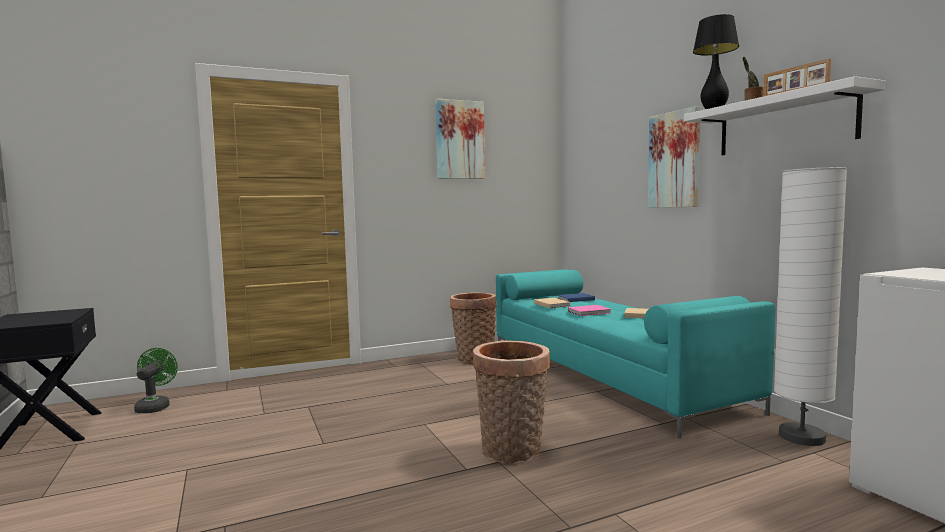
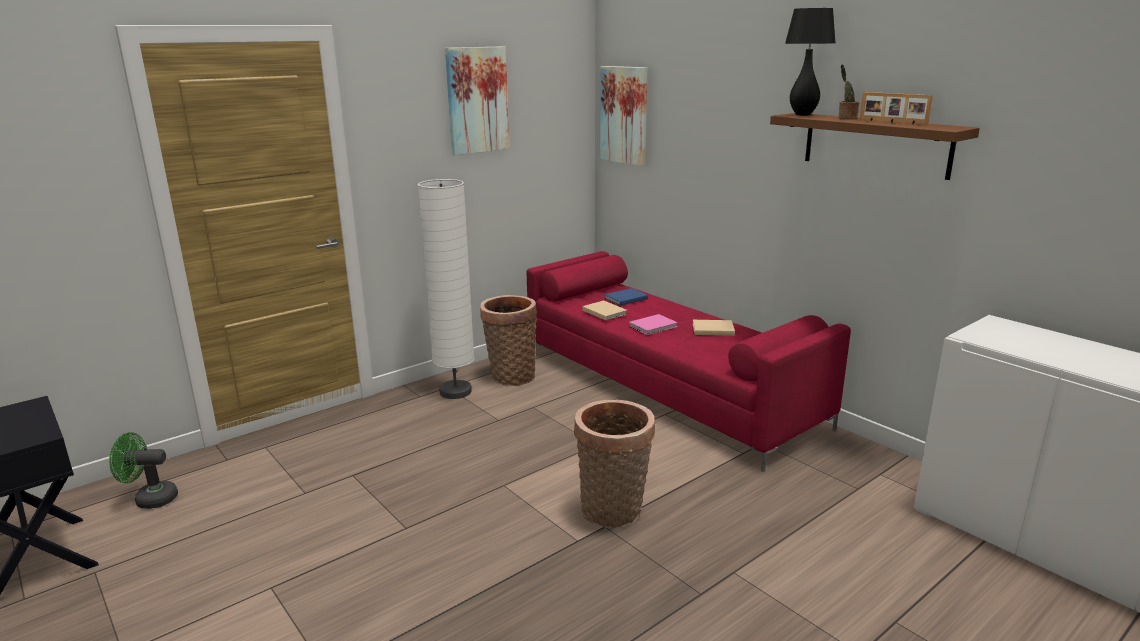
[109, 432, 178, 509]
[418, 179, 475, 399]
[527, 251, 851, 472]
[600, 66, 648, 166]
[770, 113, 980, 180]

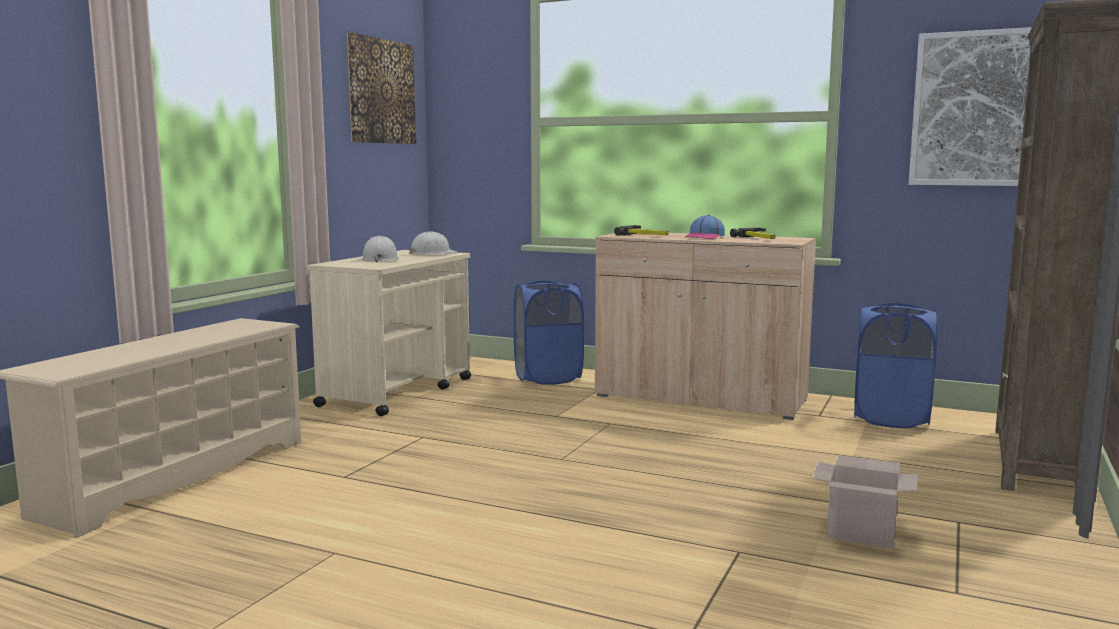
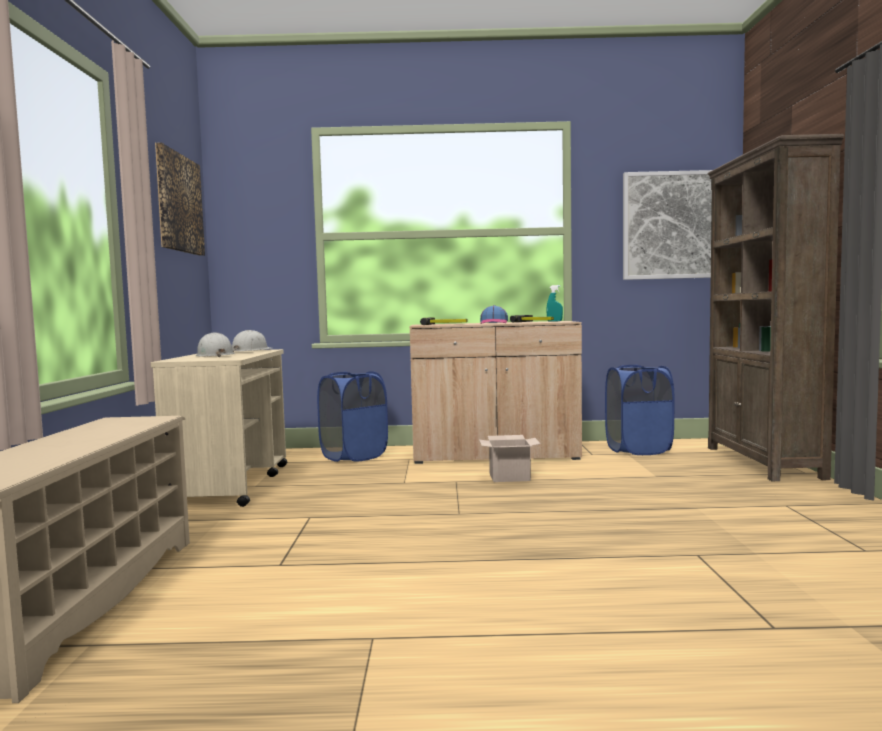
[479, 435, 541, 482]
[546, 285, 563, 322]

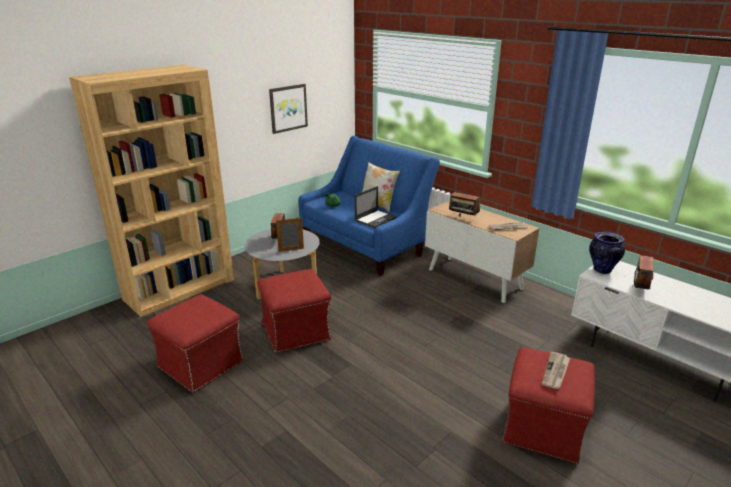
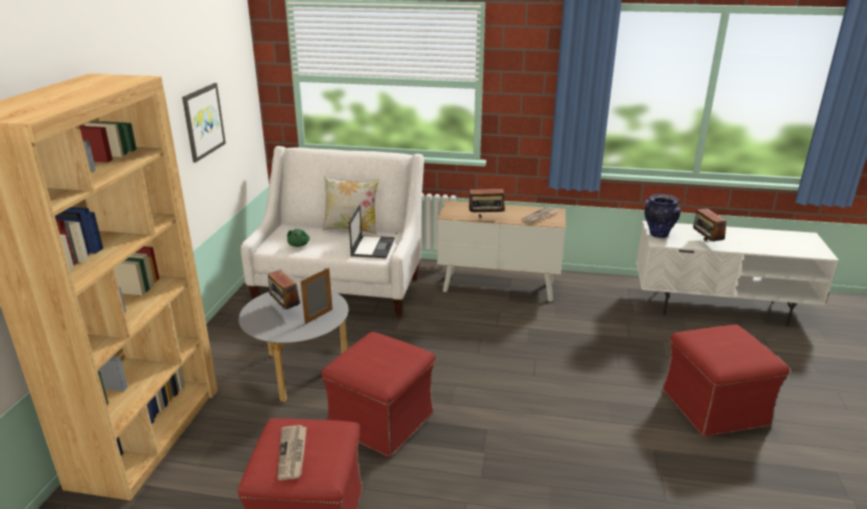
[241, 146, 424, 317]
[277, 425, 307, 480]

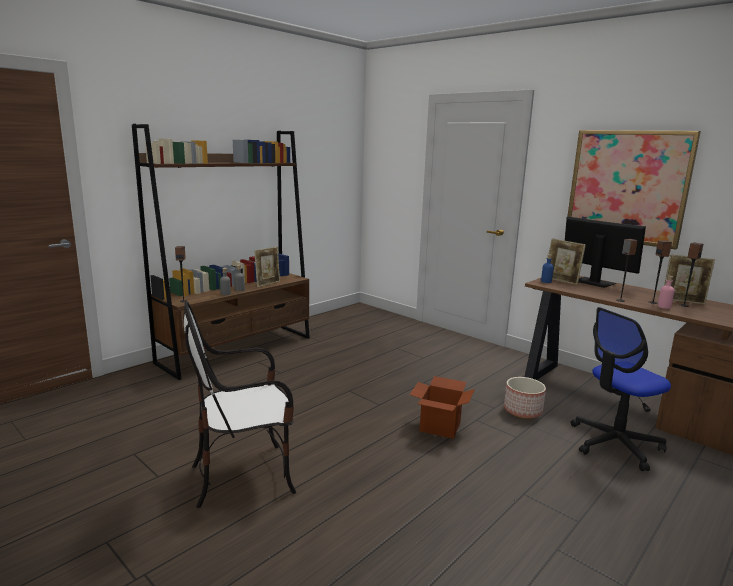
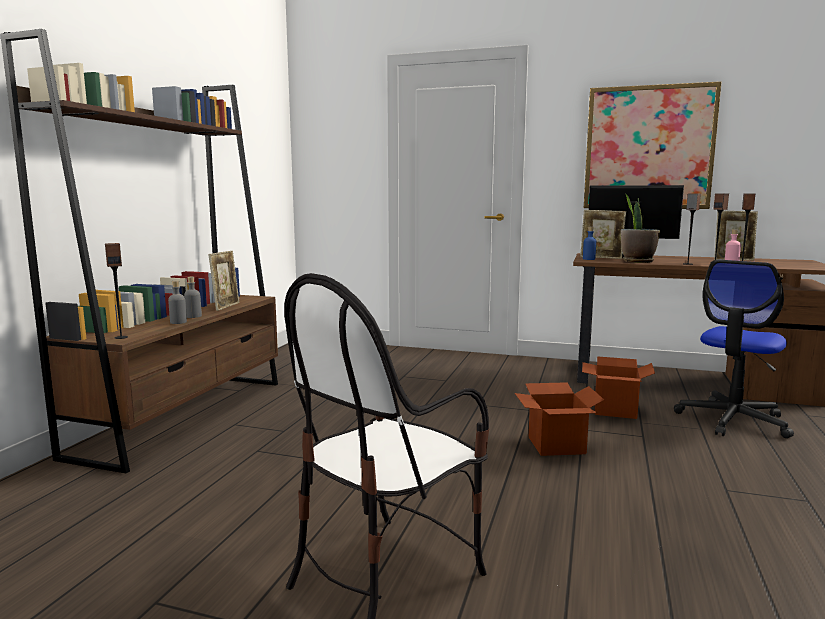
[582, 356, 655, 419]
[621, 194, 660, 263]

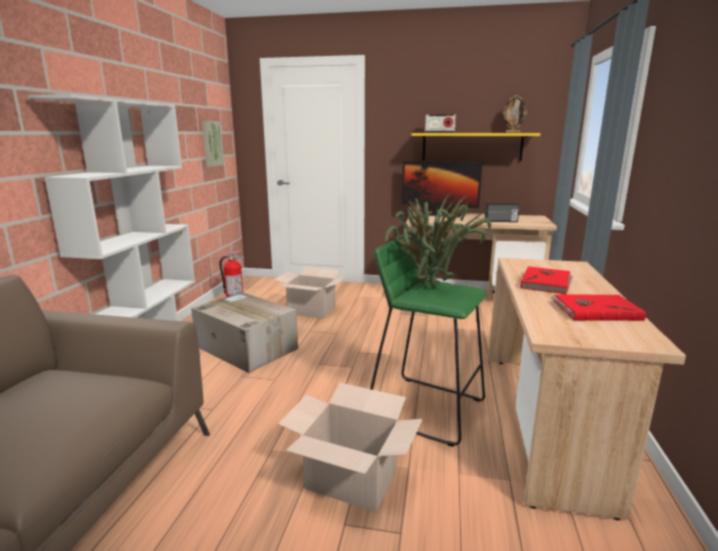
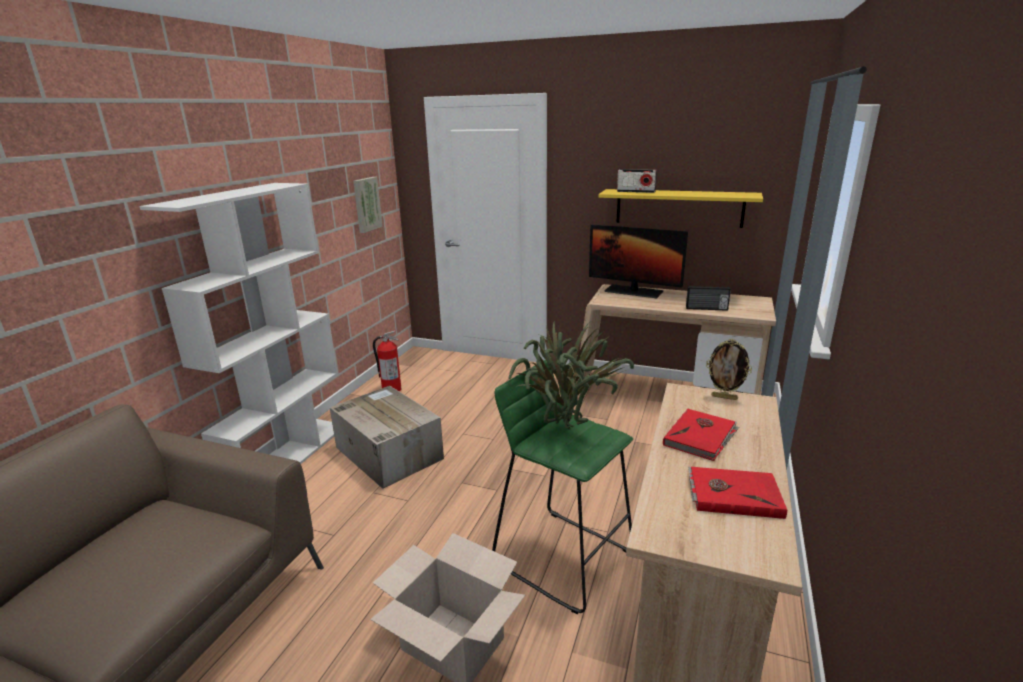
[706, 339, 752, 400]
[274, 267, 347, 319] (first image)

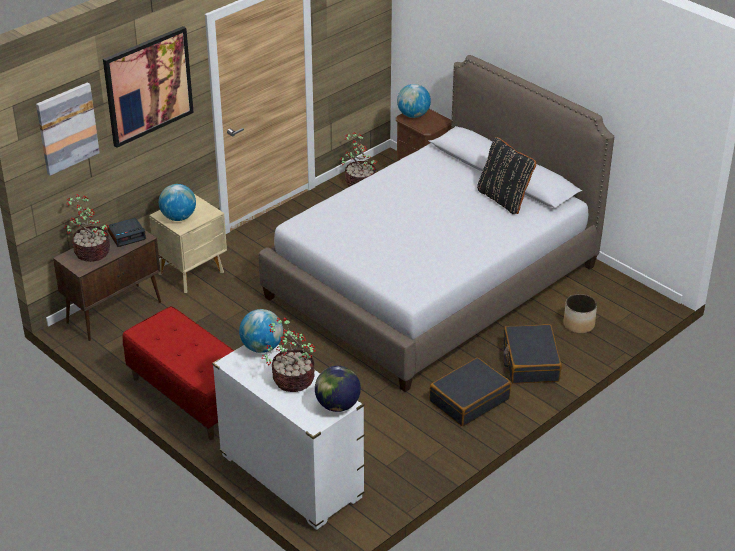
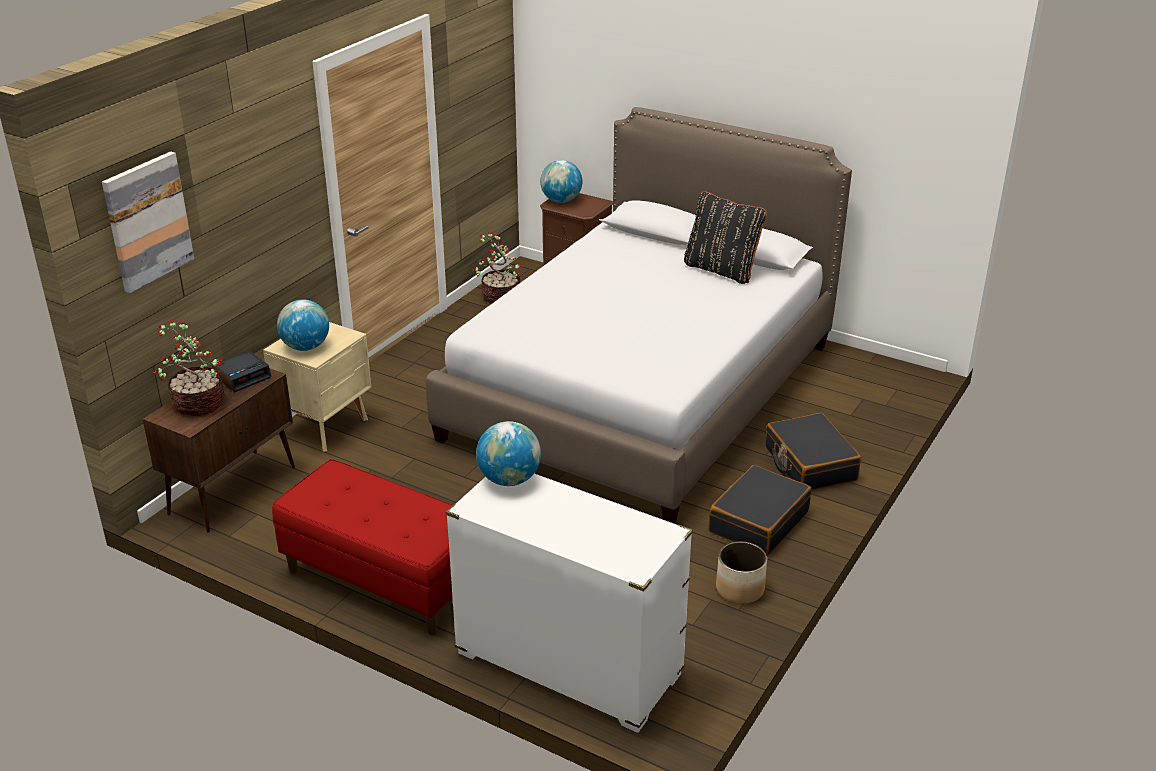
[716, 541, 767, 604]
[103, 26, 194, 148] (first image)
[262, 317, 316, 392] (first image)
[315, 366, 361, 412] (first image)

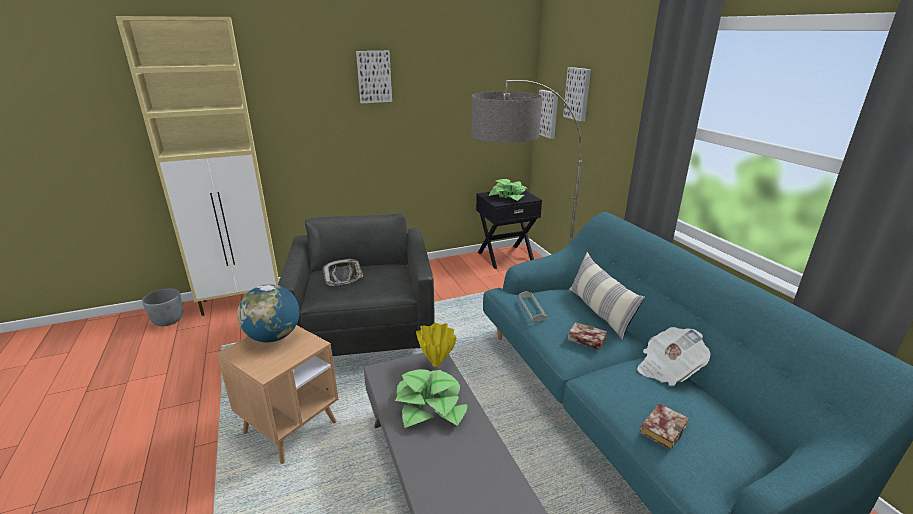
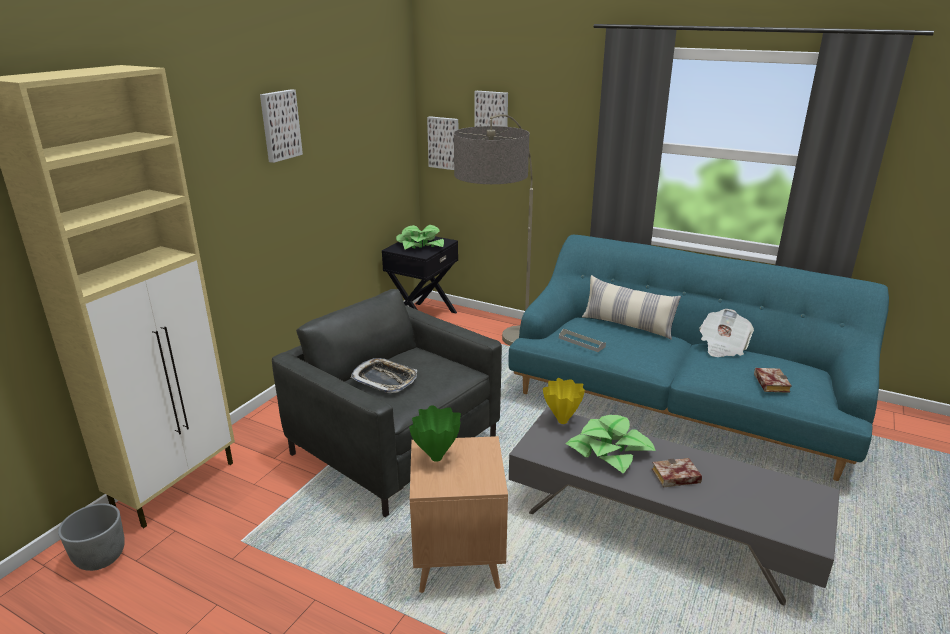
[409, 405, 461, 462]
[652, 458, 702, 488]

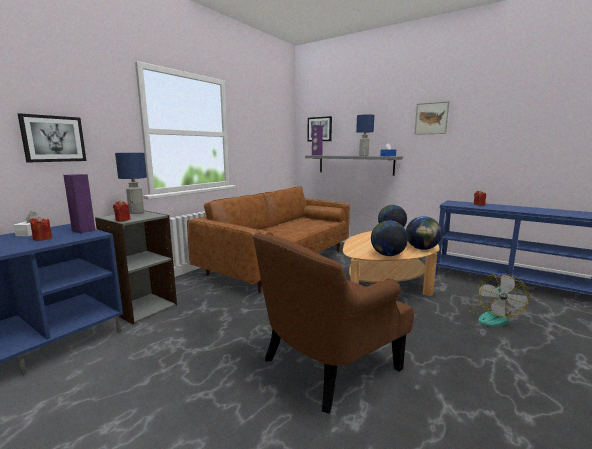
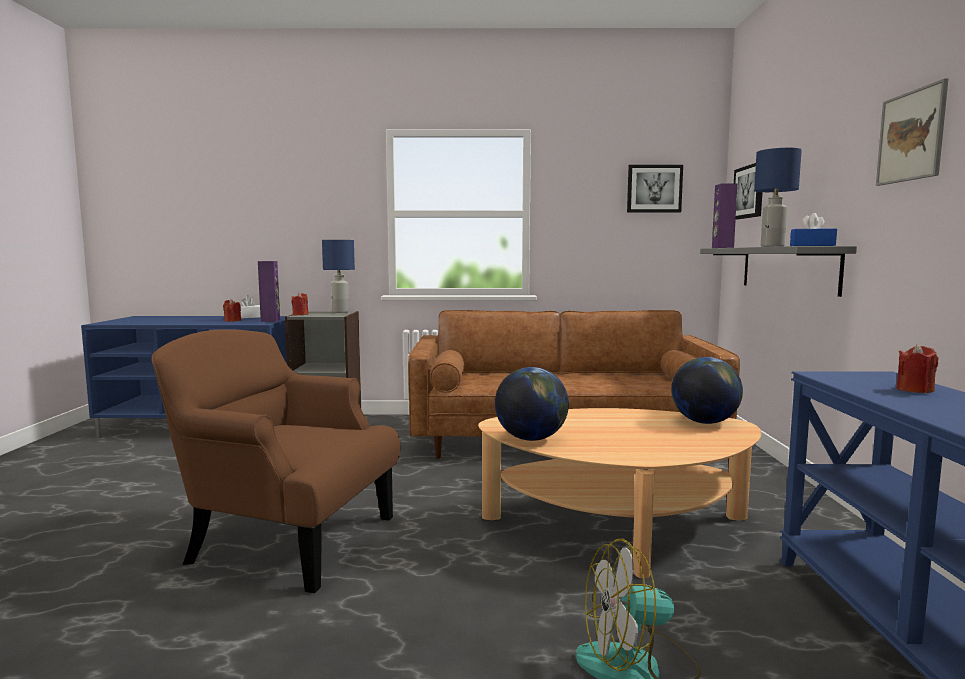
[627, 165, 683, 213]
[406, 216, 442, 250] (first image)

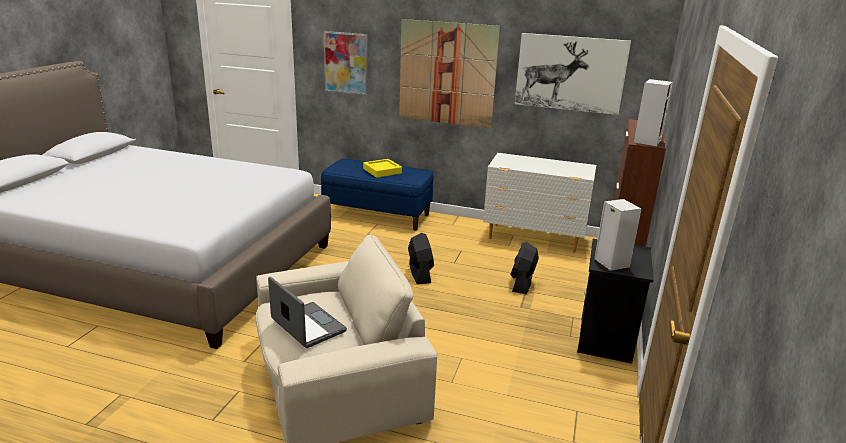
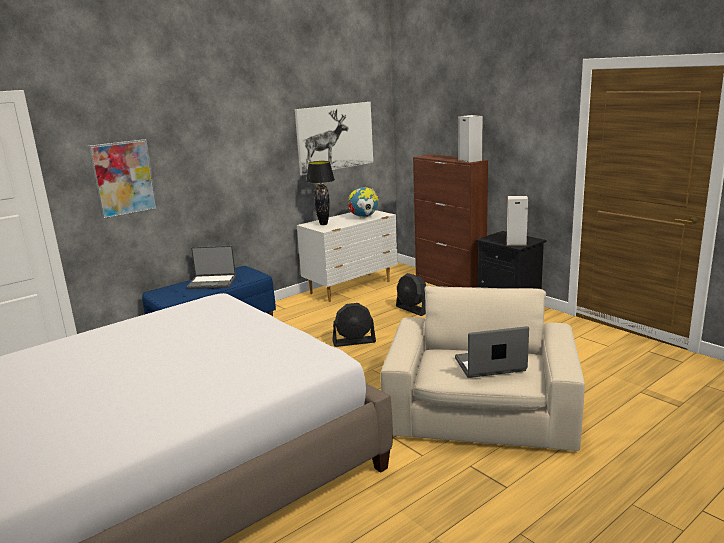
[187, 245, 236, 289]
[306, 161, 335, 225]
[332, 303, 376, 347]
[348, 187, 379, 218]
[399, 19, 500, 128] (first image)

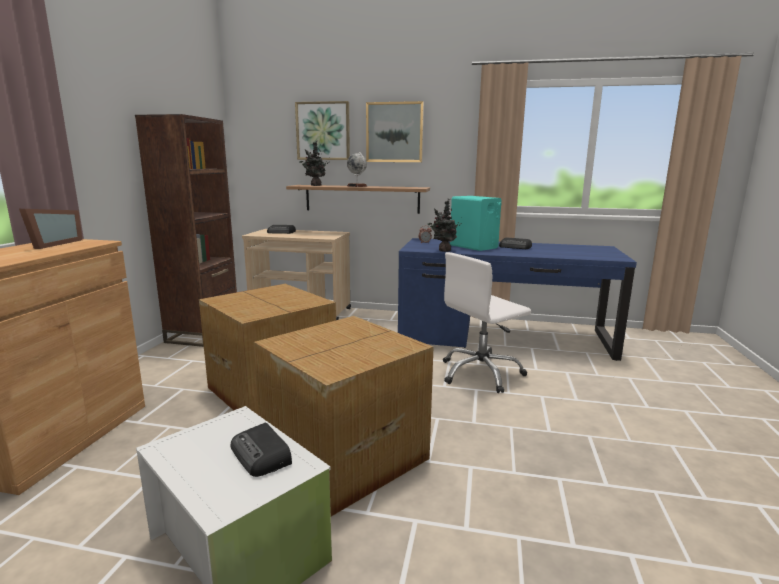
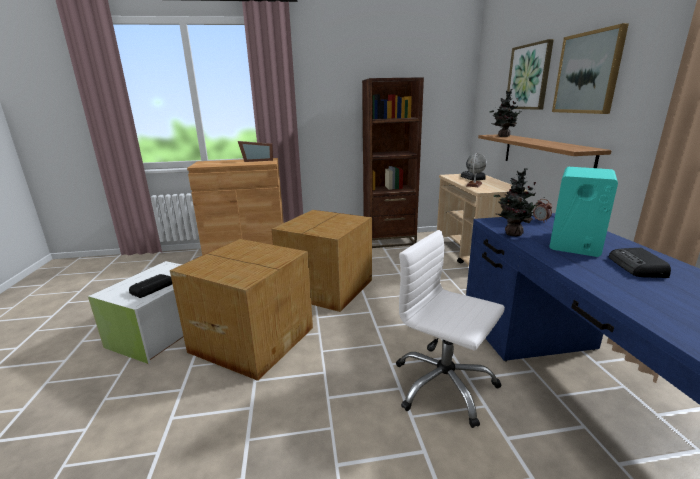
[466, 153, 487, 187]

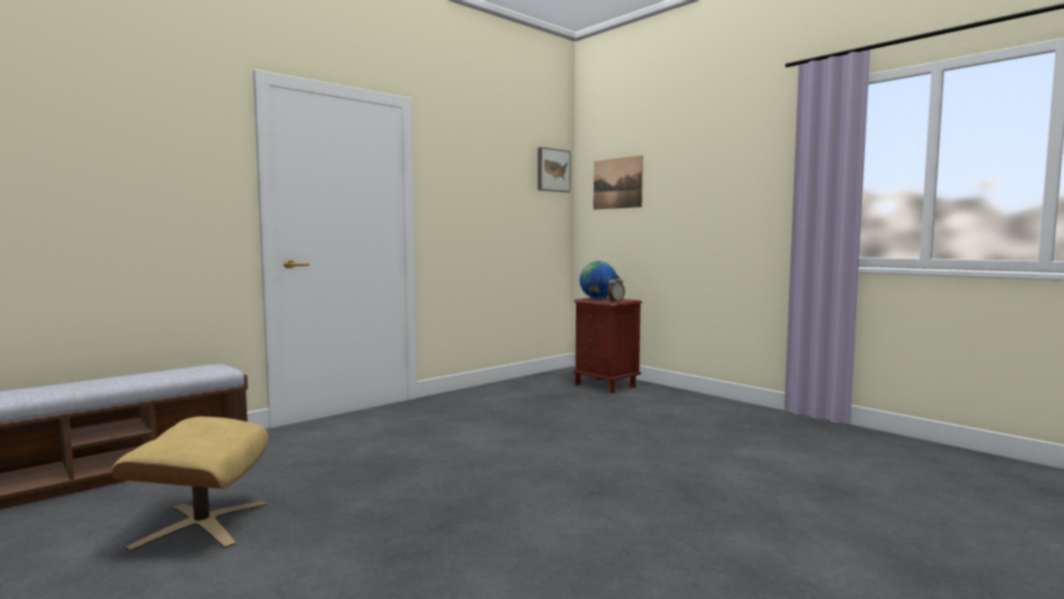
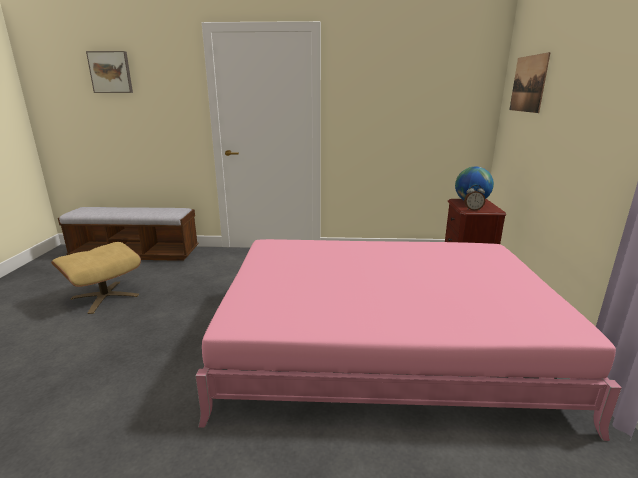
[86, 51, 133, 93]
[196, 239, 622, 441]

